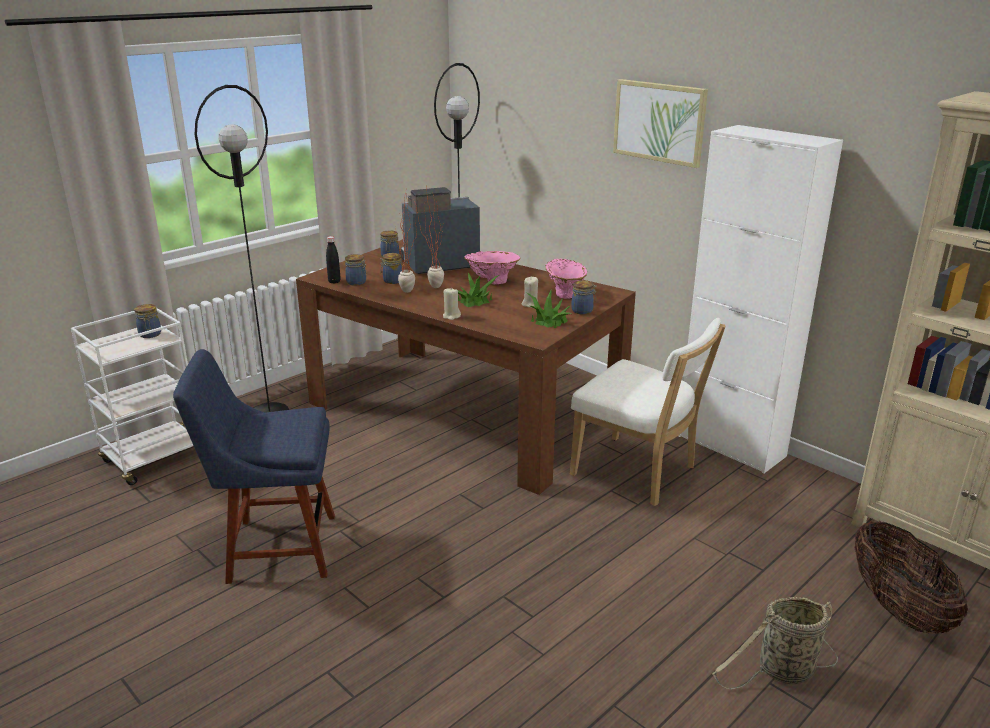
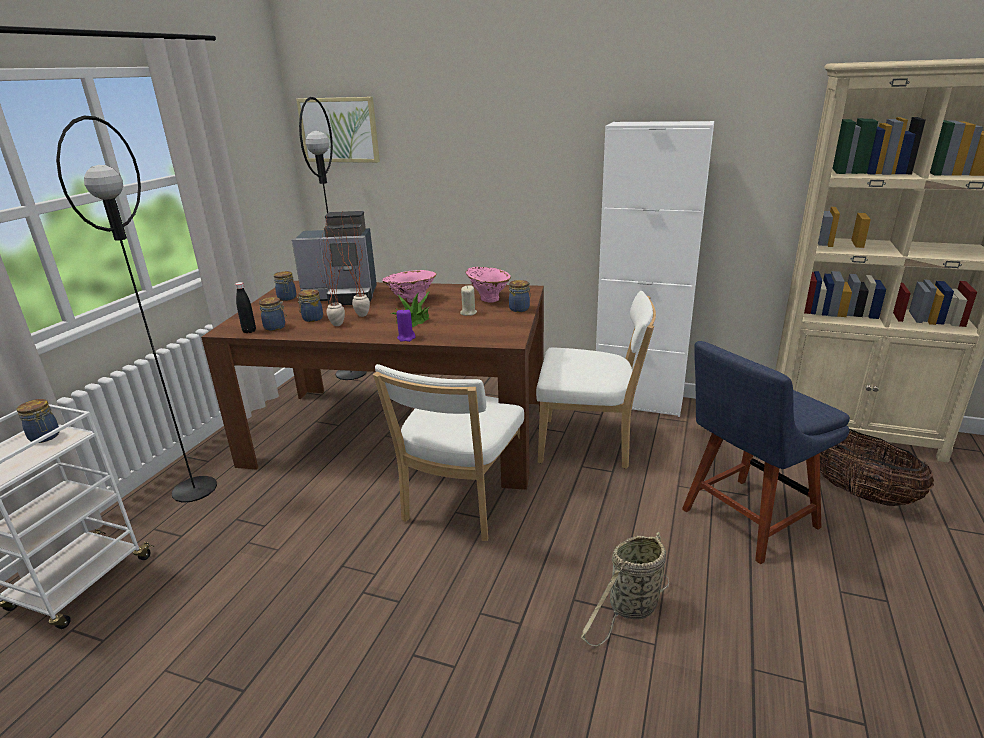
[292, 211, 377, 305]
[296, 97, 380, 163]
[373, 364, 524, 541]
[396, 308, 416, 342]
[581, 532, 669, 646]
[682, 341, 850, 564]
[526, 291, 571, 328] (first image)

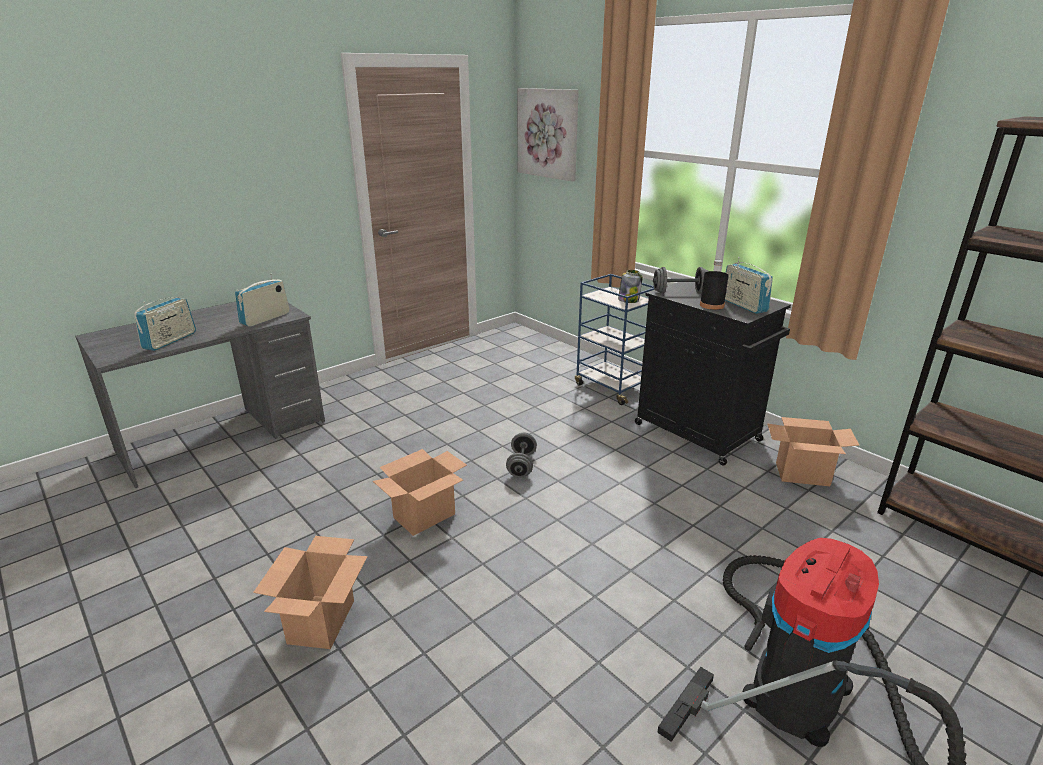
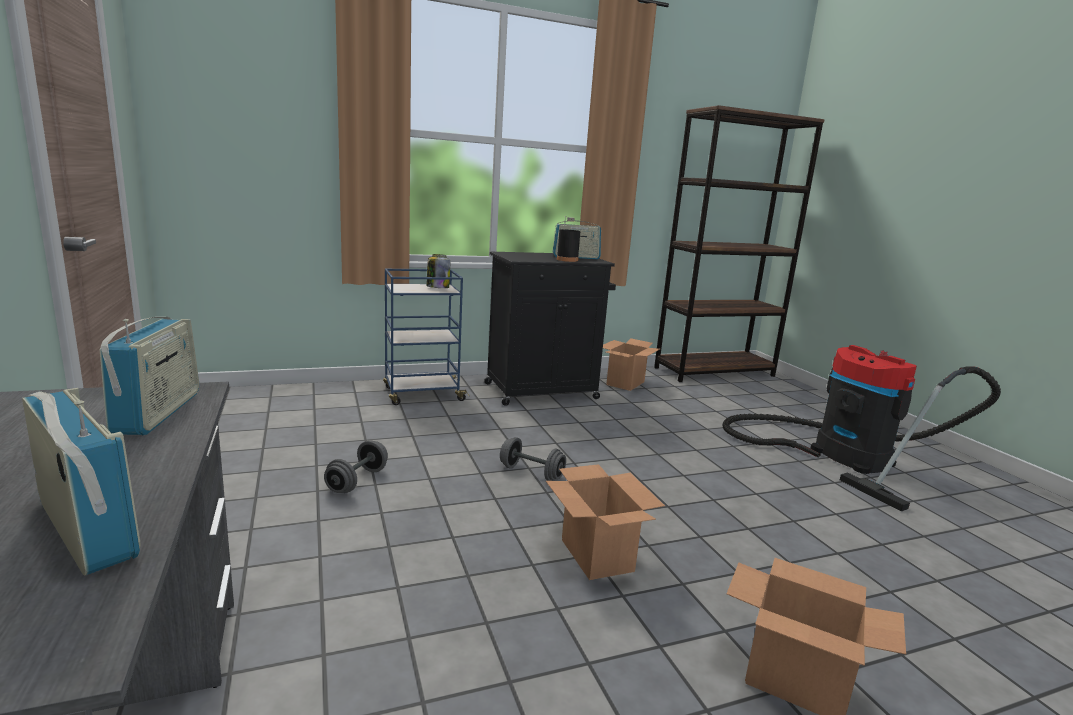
[100, 317, 199, 435]
[324, 440, 388, 493]
[517, 88, 579, 181] (first image)

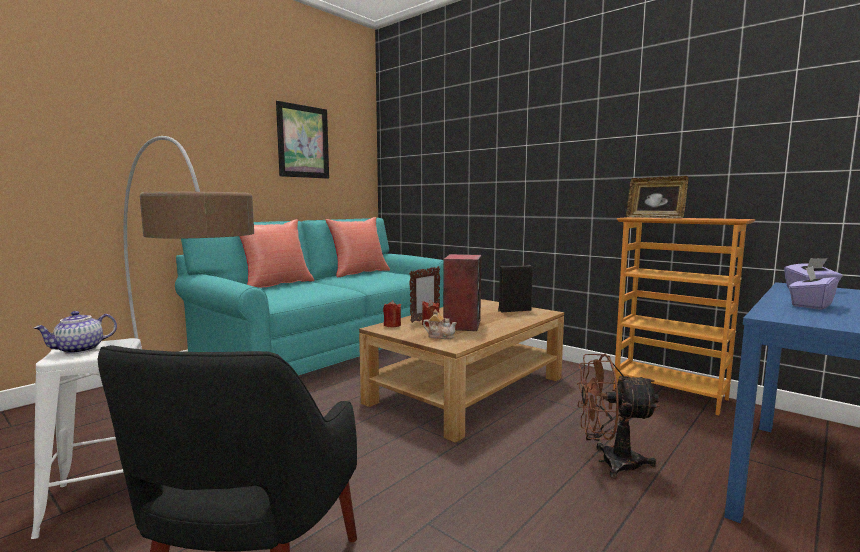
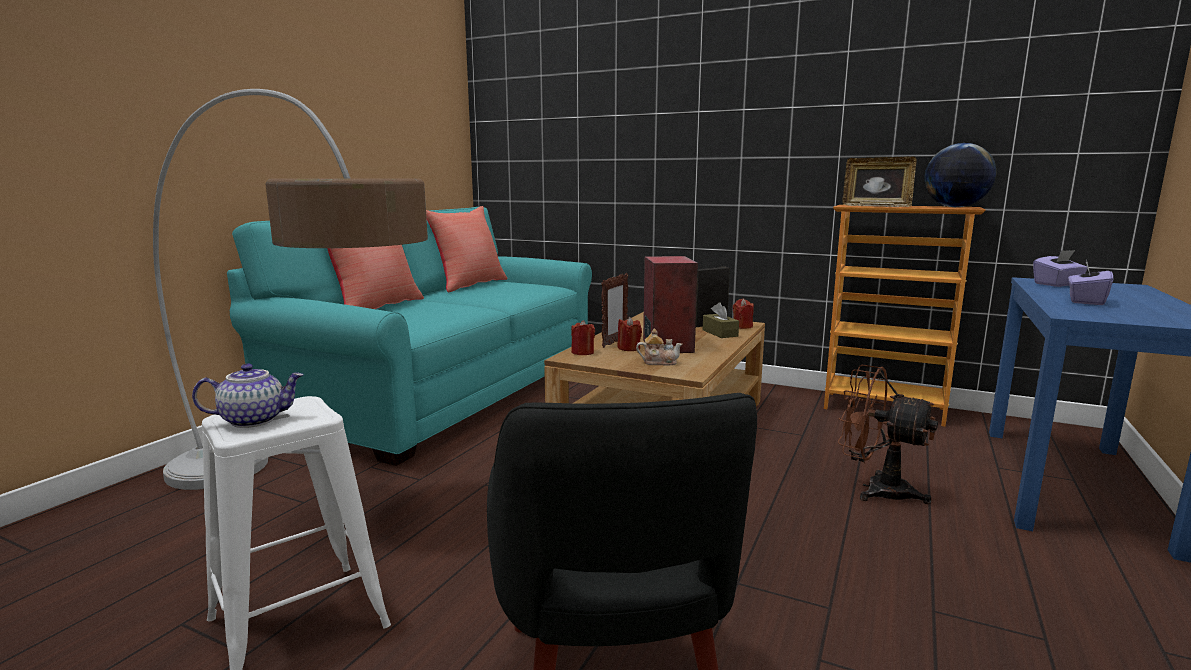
[192, 363, 304, 428]
[703, 302, 739, 338]
[733, 299, 754, 329]
[838, 365, 938, 504]
[924, 143, 996, 207]
[276, 101, 329, 179] (first image)

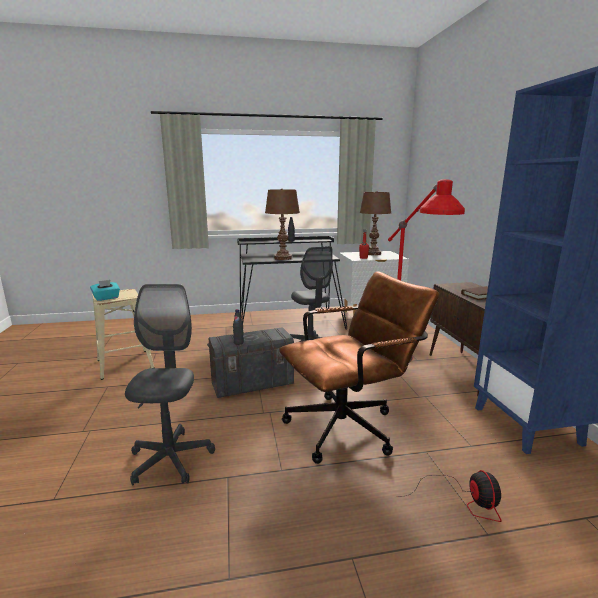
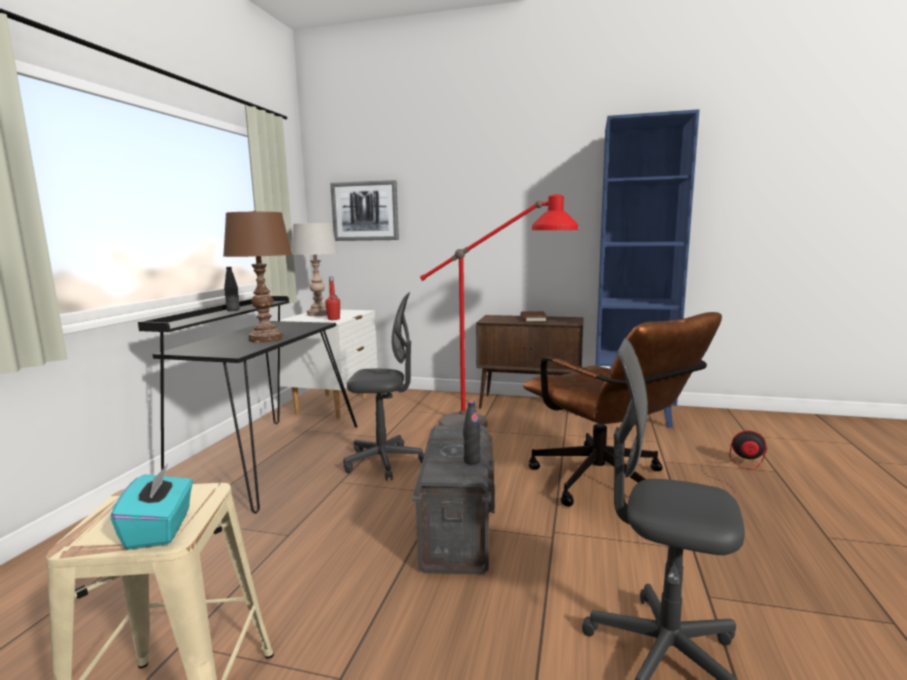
[291, 222, 338, 316]
[330, 180, 399, 241]
[523, 312, 722, 507]

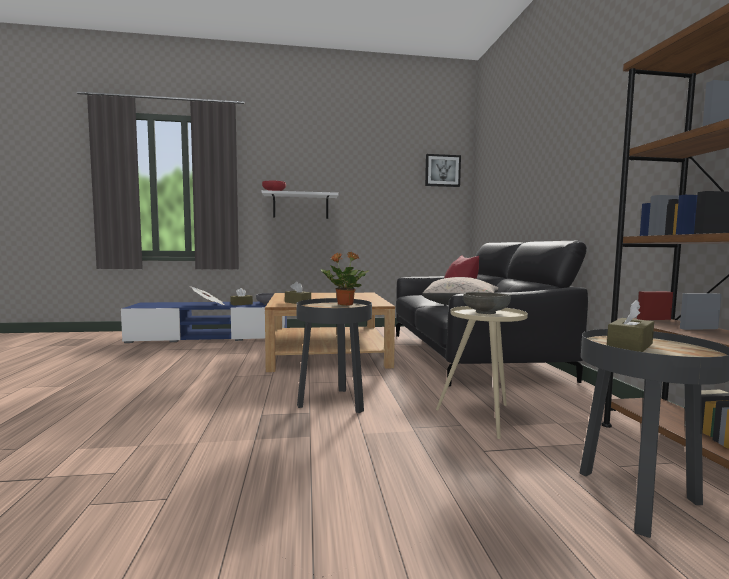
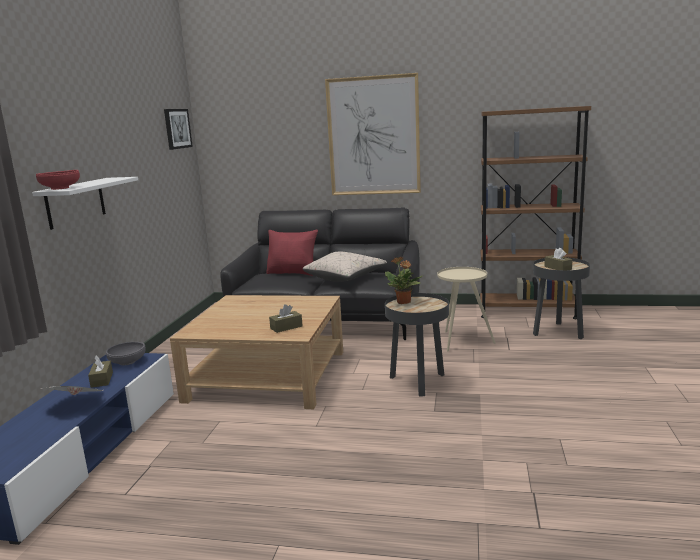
[325, 73, 421, 195]
[463, 292, 511, 314] (first image)

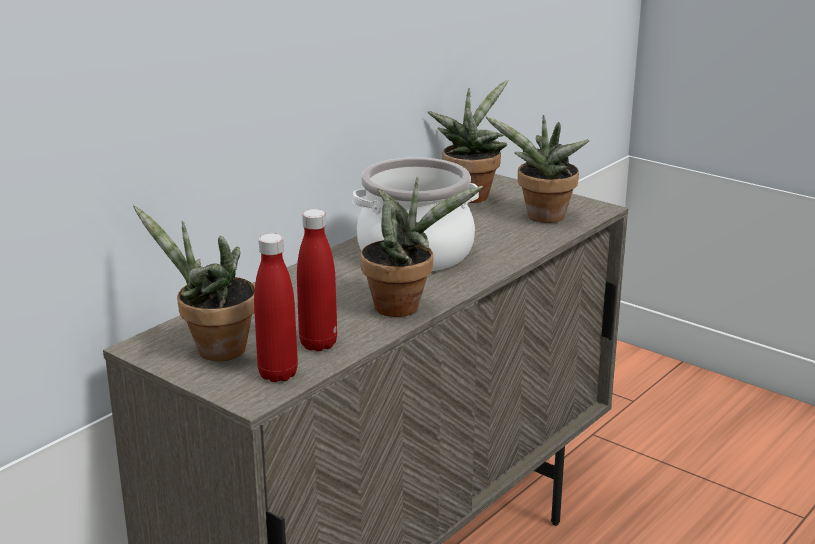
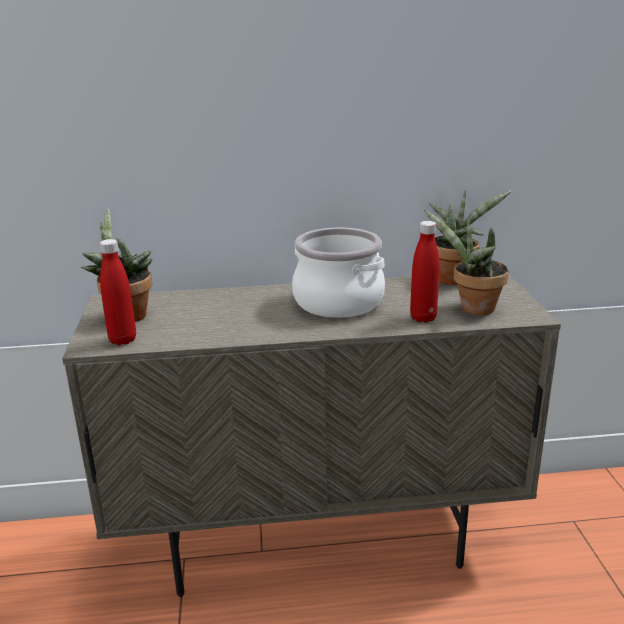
[410, 221, 439, 323]
[360, 177, 483, 317] (first image)

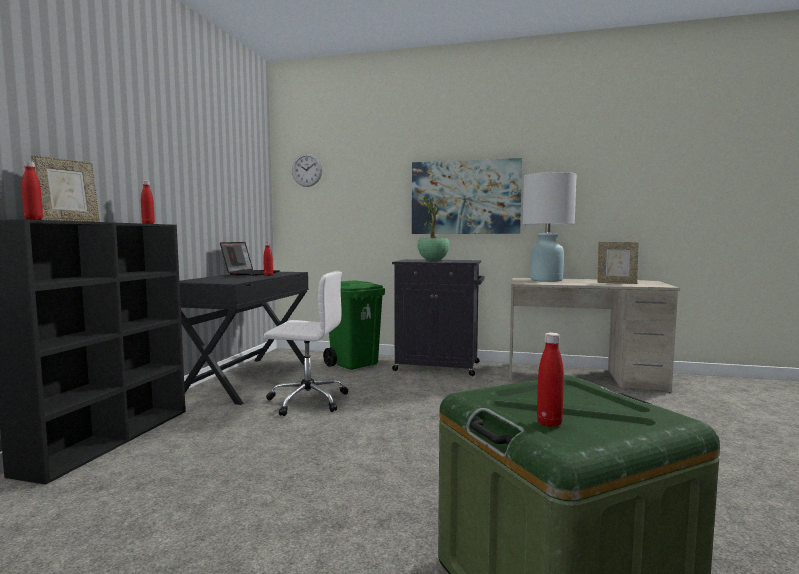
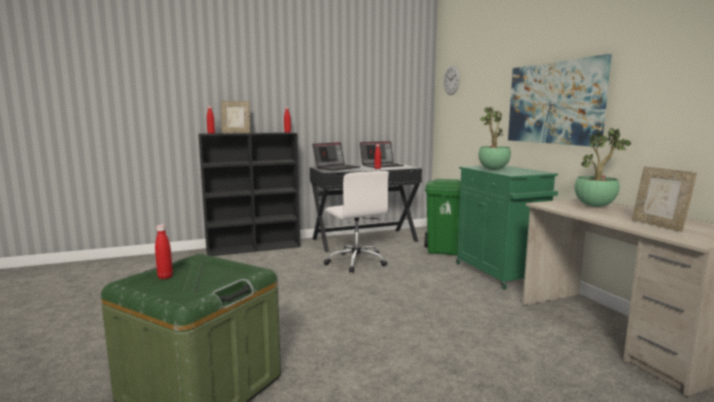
[313, 142, 360, 171]
[456, 166, 558, 289]
[575, 128, 631, 207]

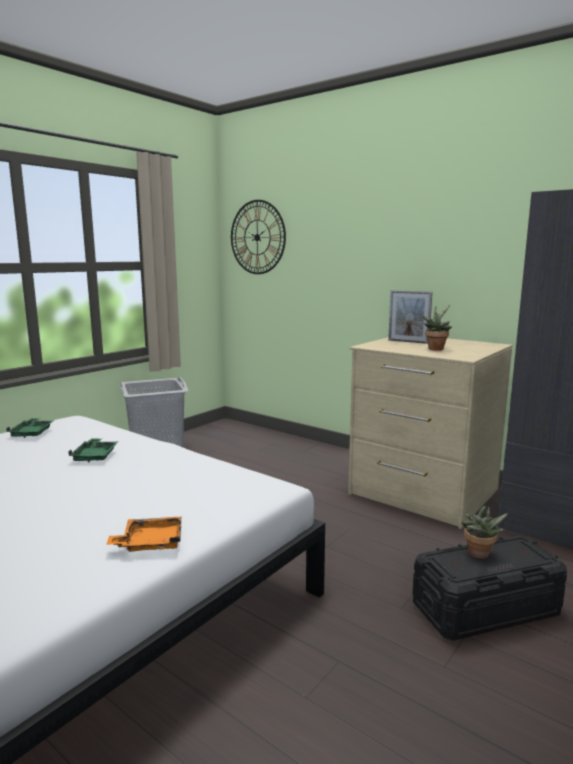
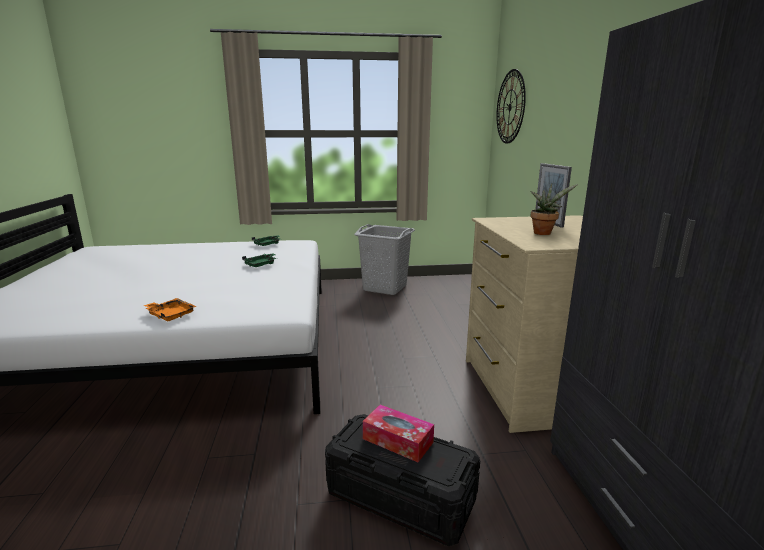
[363, 405, 434, 462]

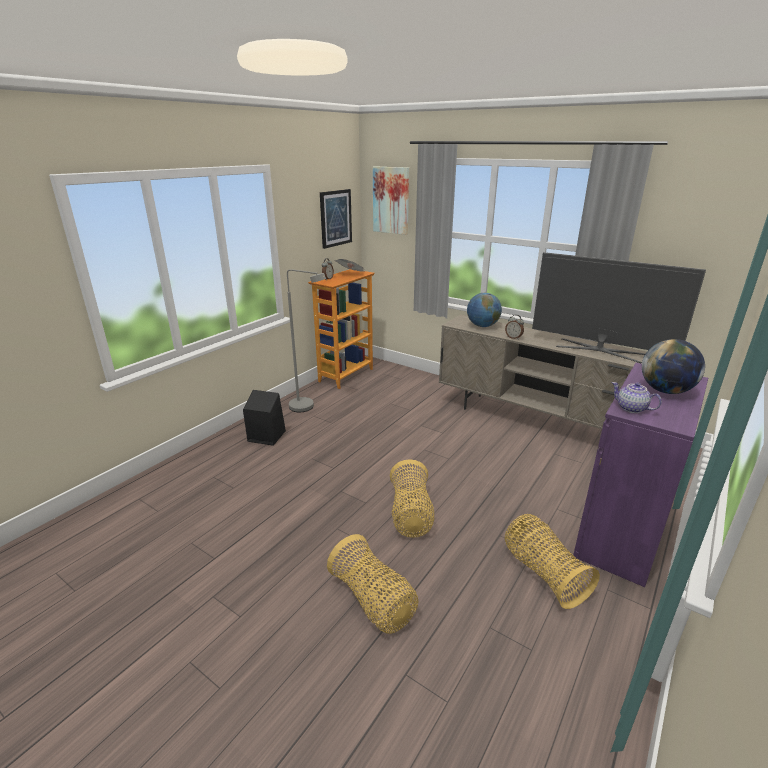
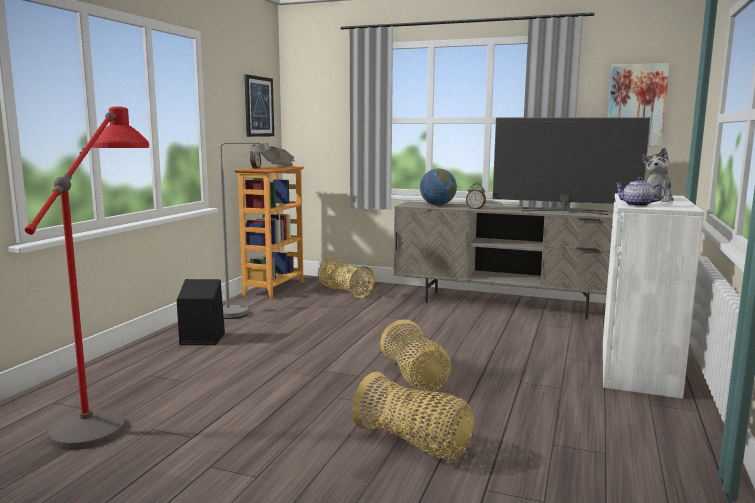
[25, 106, 149, 450]
[318, 258, 375, 298]
[603, 193, 704, 399]
[608, 63, 670, 146]
[642, 147, 674, 202]

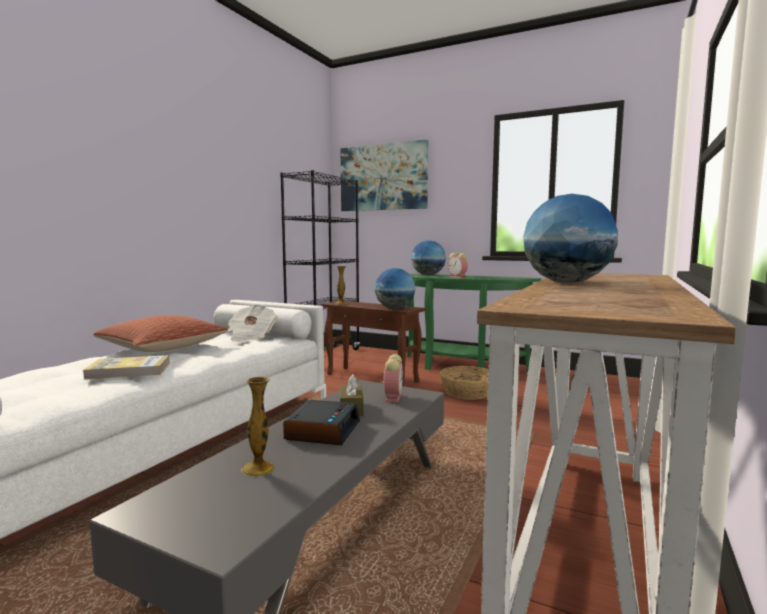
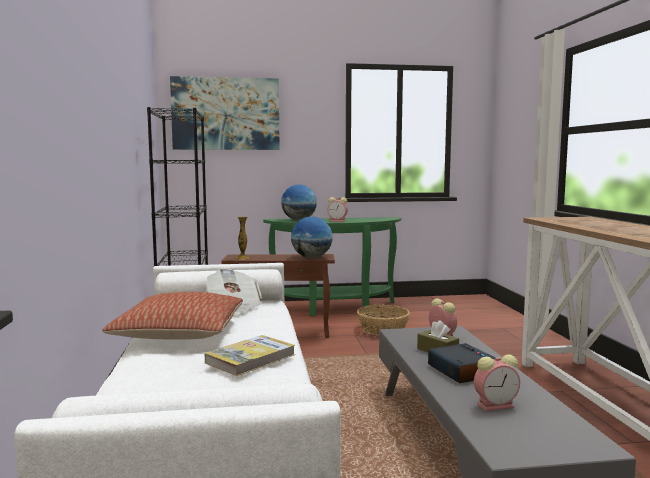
[474, 355, 520, 411]
[523, 194, 618, 283] (first image)

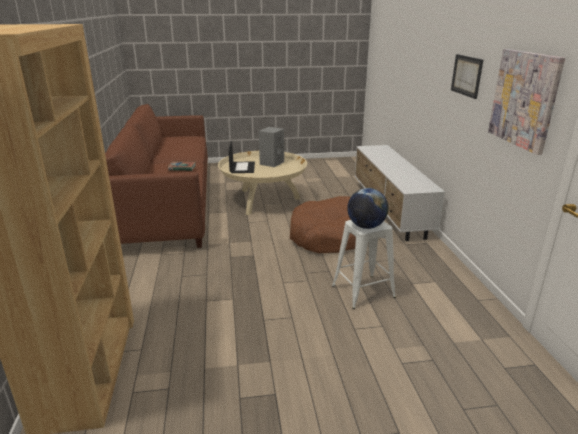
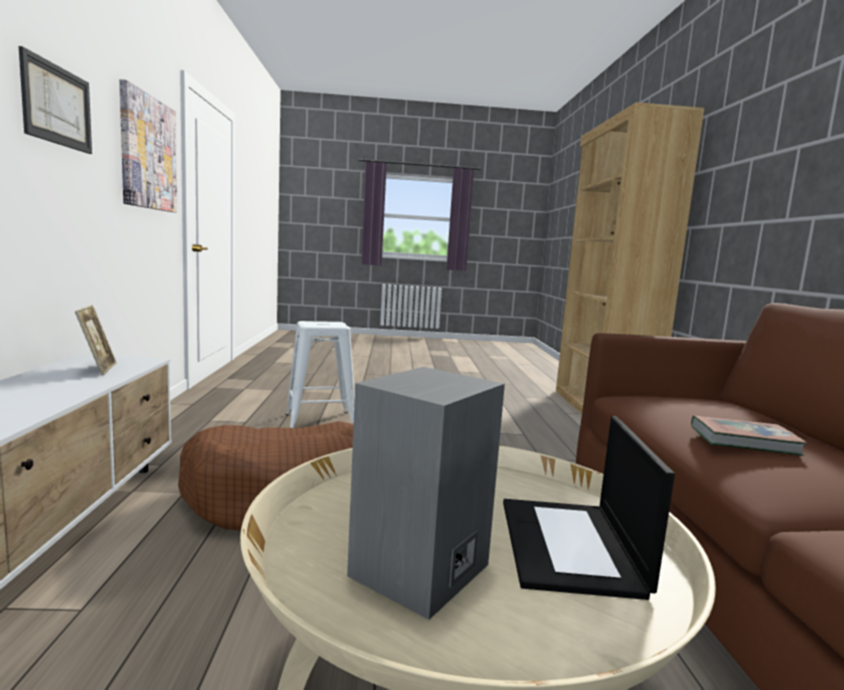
[75, 305, 117, 375]
[347, 188, 388, 229] (first image)

